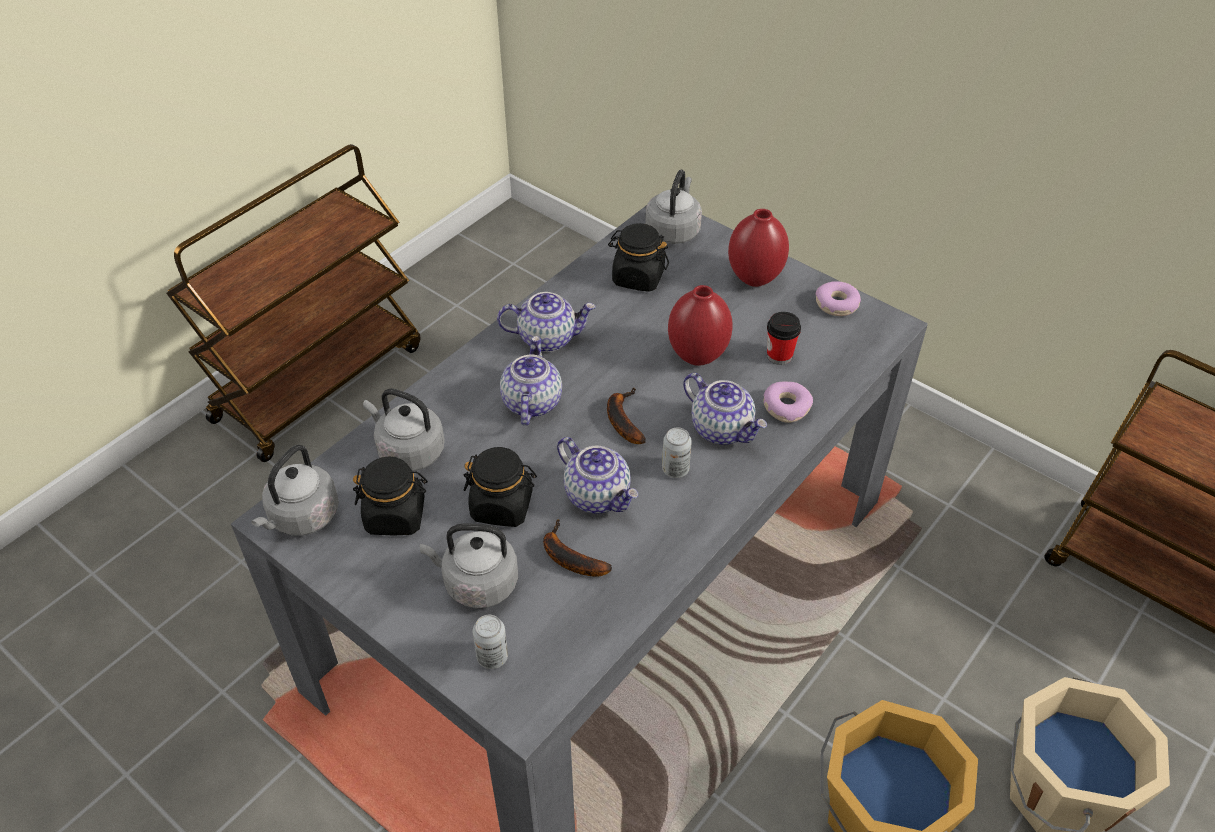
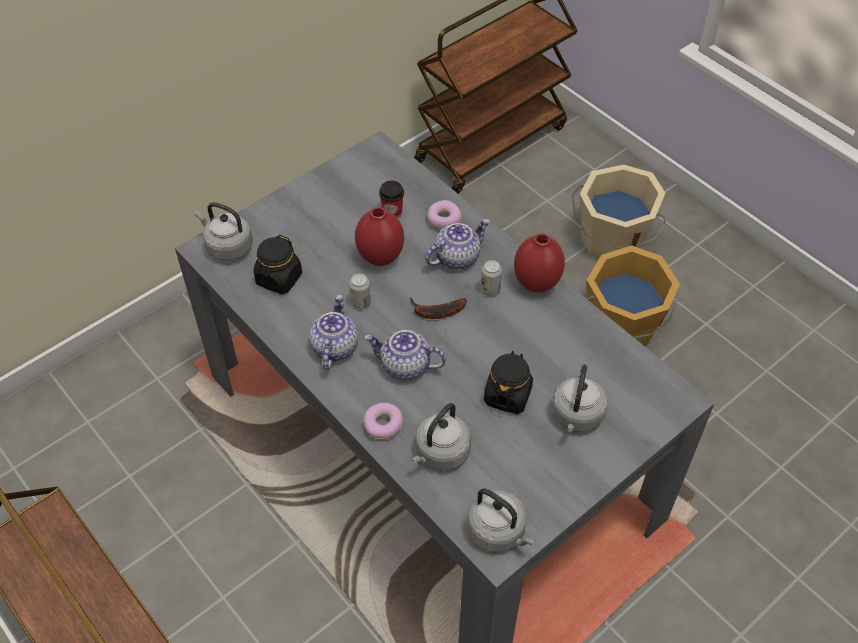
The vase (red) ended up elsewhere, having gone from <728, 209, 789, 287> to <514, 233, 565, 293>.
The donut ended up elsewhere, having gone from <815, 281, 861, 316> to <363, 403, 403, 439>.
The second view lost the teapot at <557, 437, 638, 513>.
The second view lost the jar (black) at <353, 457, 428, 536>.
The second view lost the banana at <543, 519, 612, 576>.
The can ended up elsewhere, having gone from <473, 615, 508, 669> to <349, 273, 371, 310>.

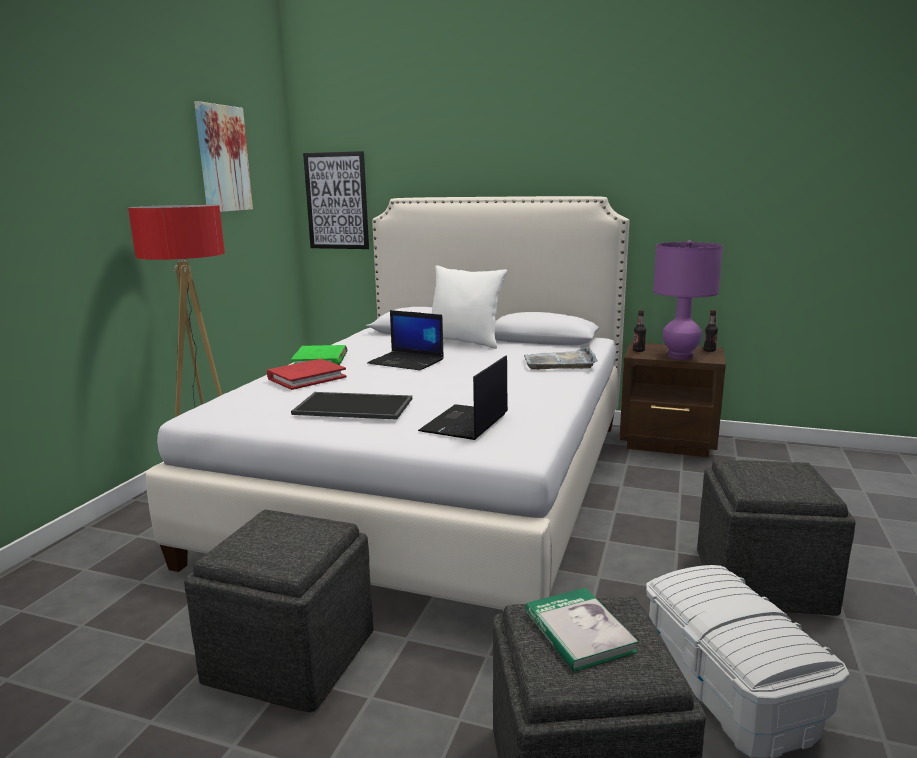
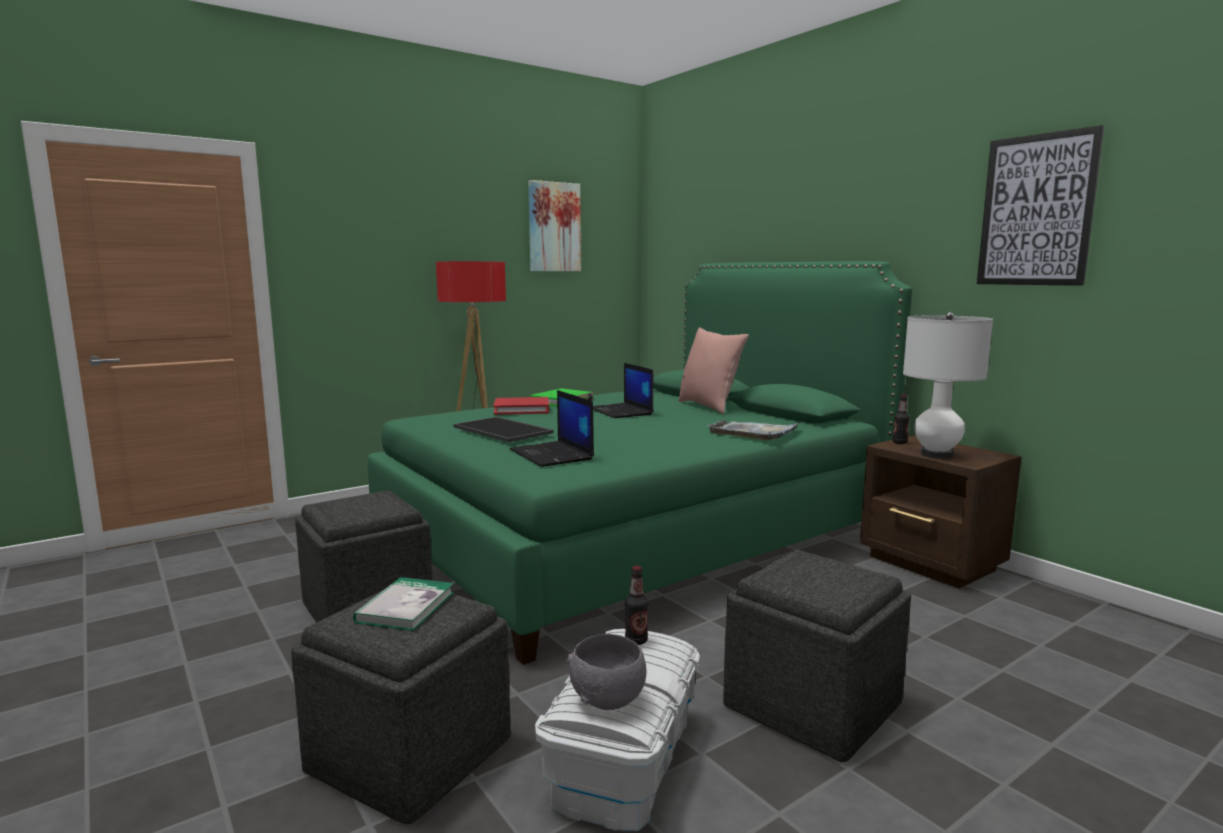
The picture ended up elsewhere, having gone from <303, 151, 369, 249> to <977, 125, 1105, 286>.
What was the bed (white) at <146, 196, 630, 610> turned into the bed (green) at <368, 261, 912, 665>.
What was the table lamp (purple) at <653, 240, 723, 360> turned into the table lamp (white) at <903, 312, 993, 459>.
What was the pillow (white) at <432, 265, 507, 349> turned into the pillow (pink) at <678, 327, 749, 414>.
The bottle ended up elsewhere, having gone from <704, 310, 718, 352> to <625, 566, 648, 645>.
The laptop at <418, 356, 508, 440> ended up facing another way, 90 degrees counterclockwise from before.
The second view gained the bowl (grey) at <567, 634, 646, 710>.

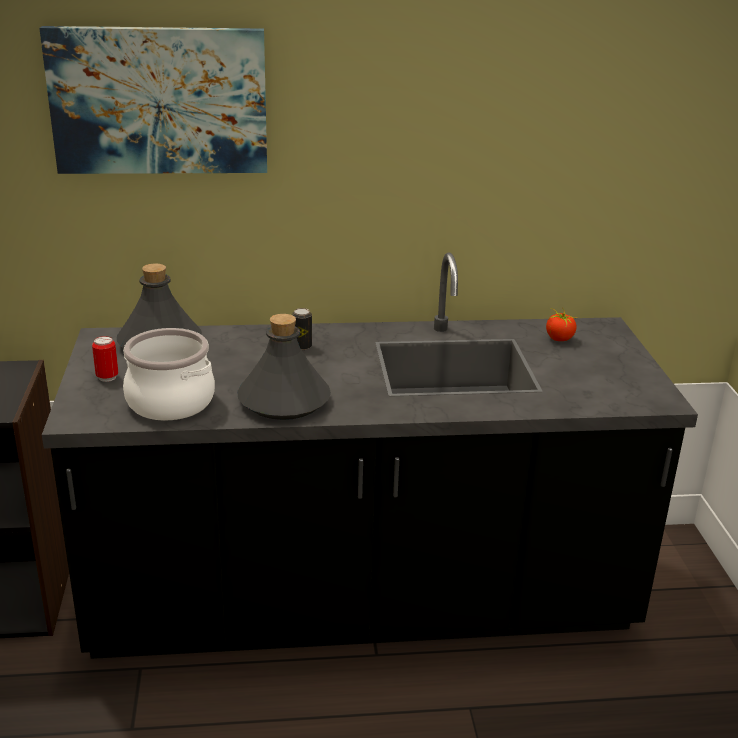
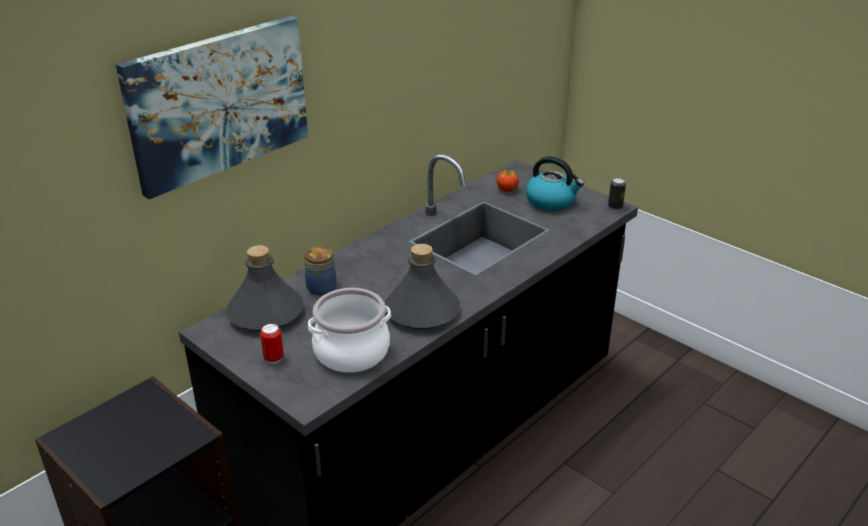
The can ended up elsewhere, having gone from <292, 308, 312, 350> to <608, 178, 626, 210>.
The second view gained the kettle at <526, 156, 584, 211>.
The second view gained the jar at <304, 246, 337, 295>.

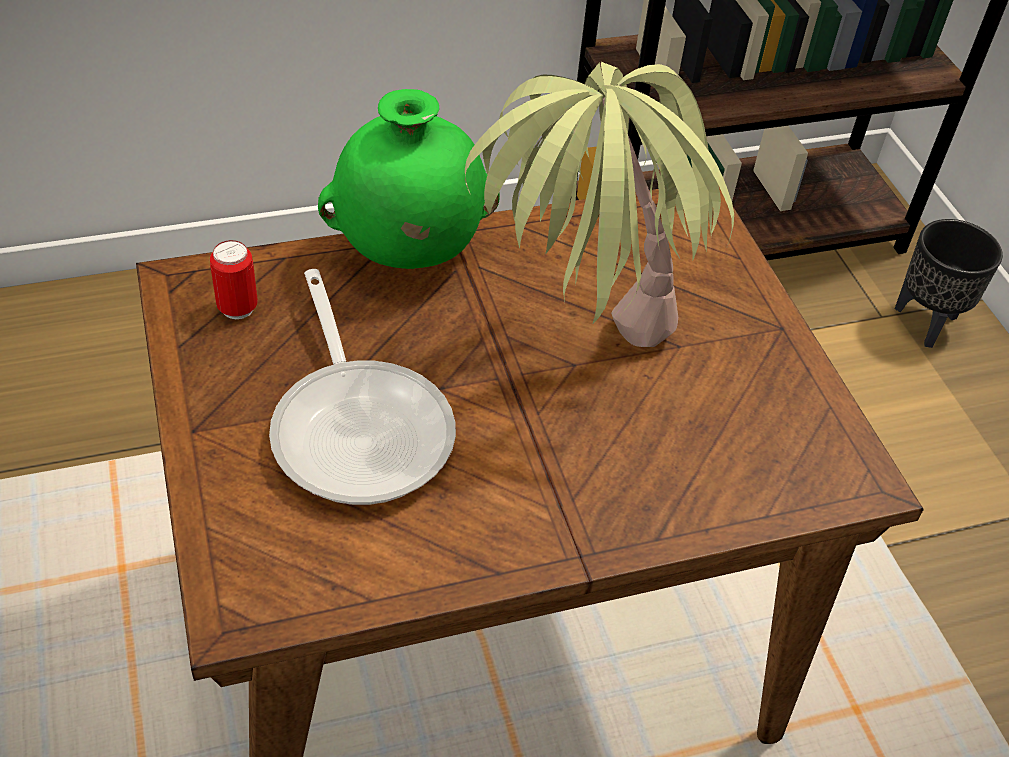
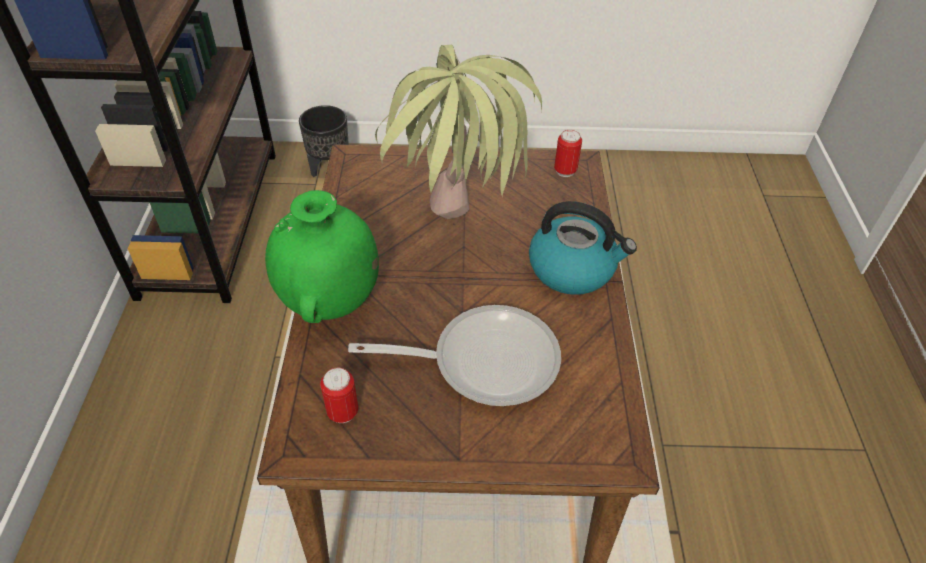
The second view gained the can at <554, 130, 582, 177>.
The second view gained the kettle at <529, 201, 637, 295>.

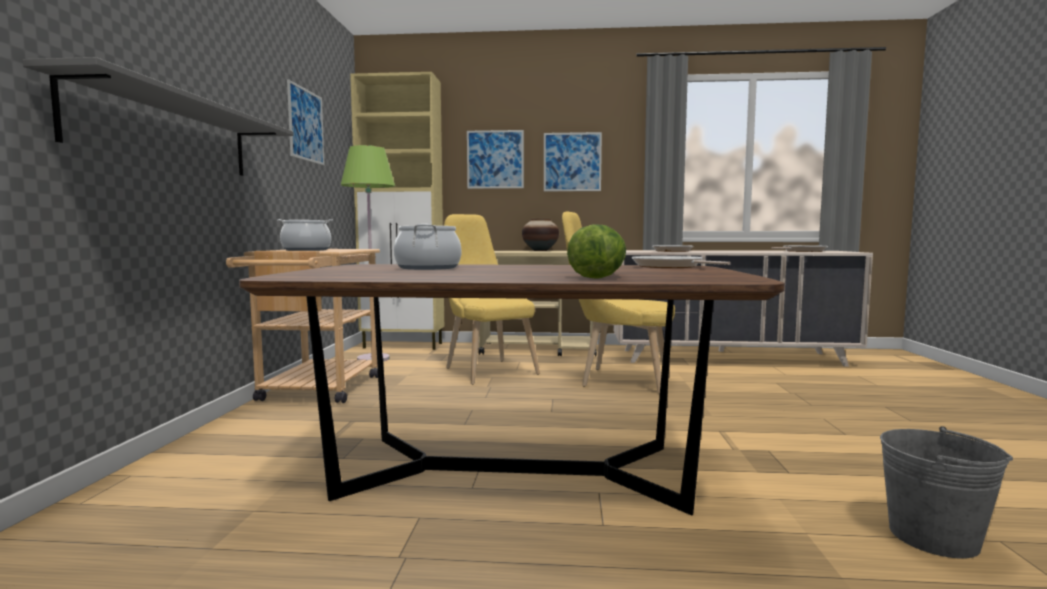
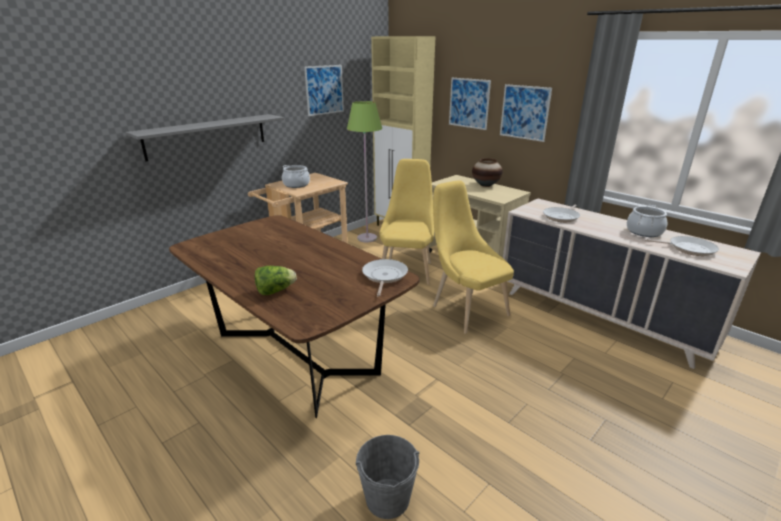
The cooking pot ended up elsewhere, having gone from <394, 224, 461, 270> to <627, 205, 667, 237>.

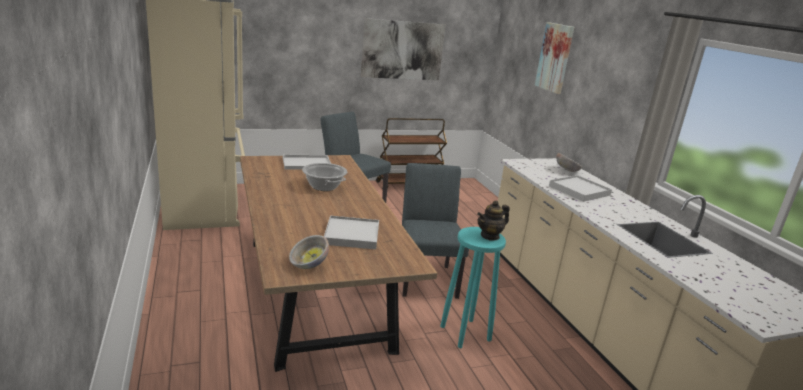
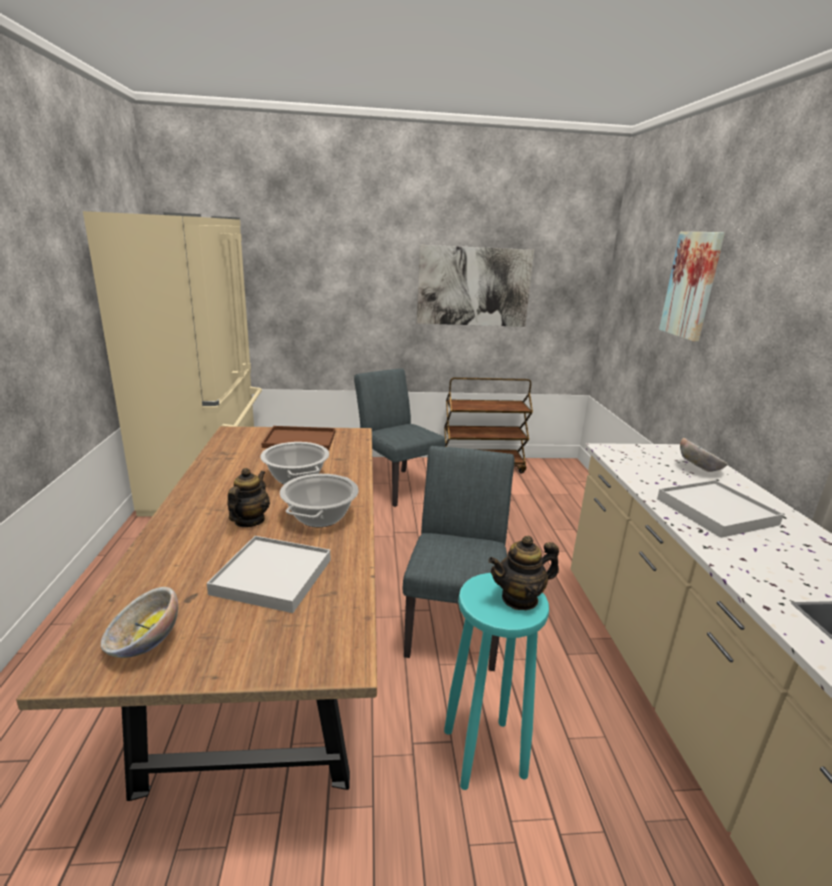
What was the tray (white) at <283, 155, 331, 170> turned into the tray (brown) at <261, 426, 335, 450>.
The second view gained the teapot at <227, 468, 270, 527>.
The second view gained the cooking pot at <280, 474, 359, 527>.

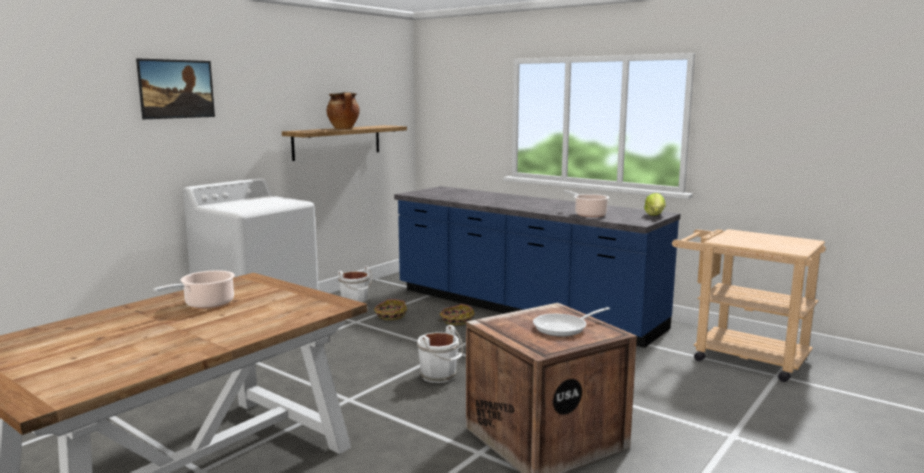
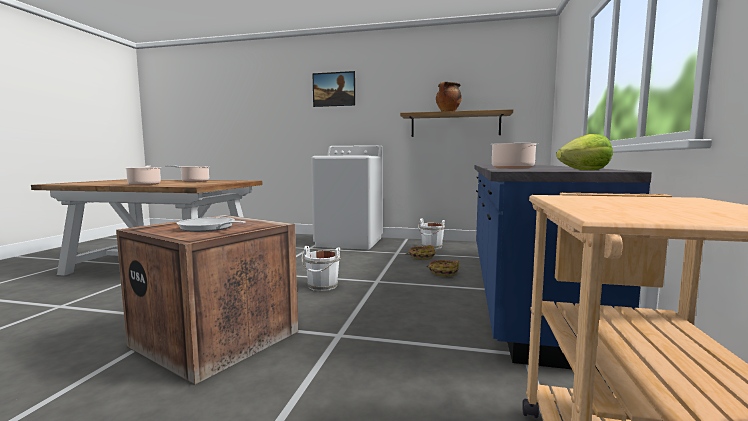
The second view gained the cooking pot at <126, 165, 162, 185>.

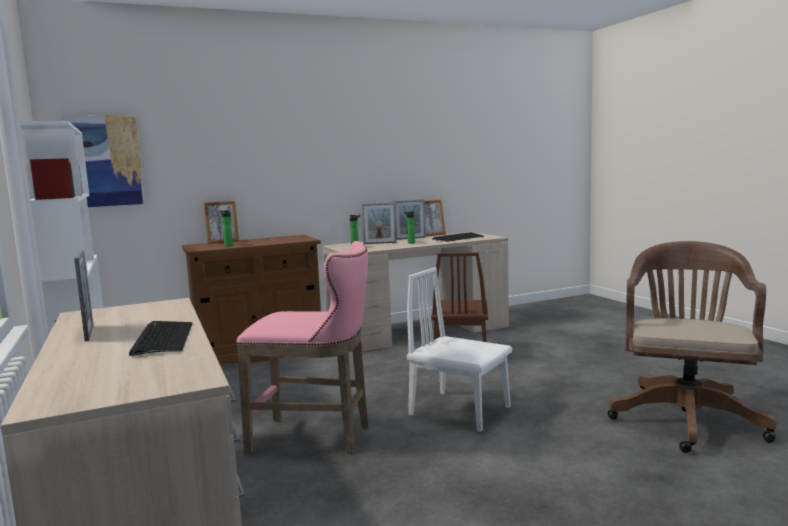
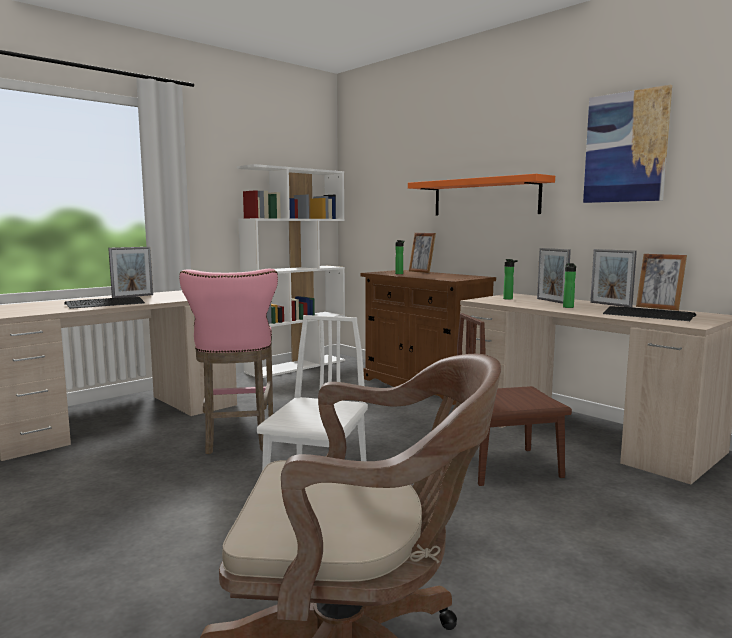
The picture ended up elsewhere, having gone from <61, 115, 145, 207> to <583, 85, 672, 203>.
The second view gained the shelf (orange) at <408, 174, 555, 216>.

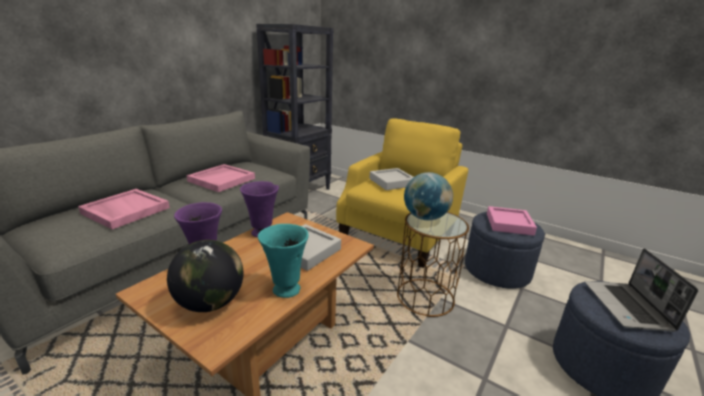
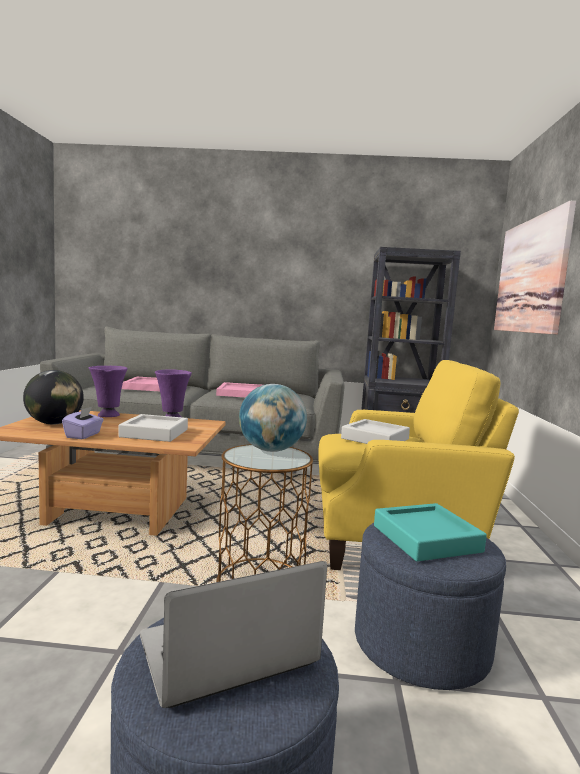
What was the tray (pink) at <487, 206, 537, 236> turned into the tray (turquoise) at <374, 503, 487, 561>.
Where the vase (turquoise) stood at <258, 224, 309, 298>, the tissue box (purple) came to stand at <62, 407, 104, 439>.
The second view gained the picture at <494, 201, 576, 335>.

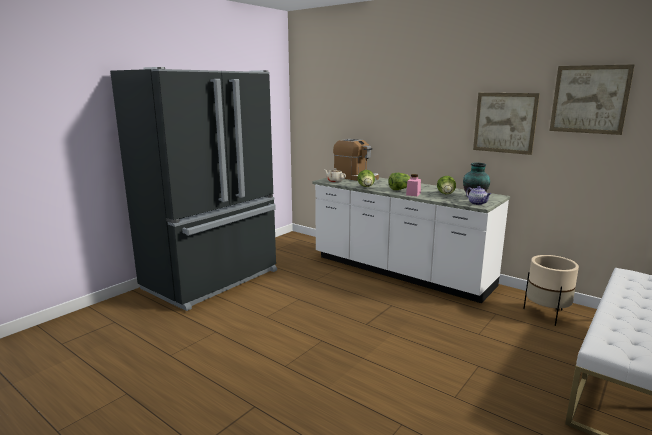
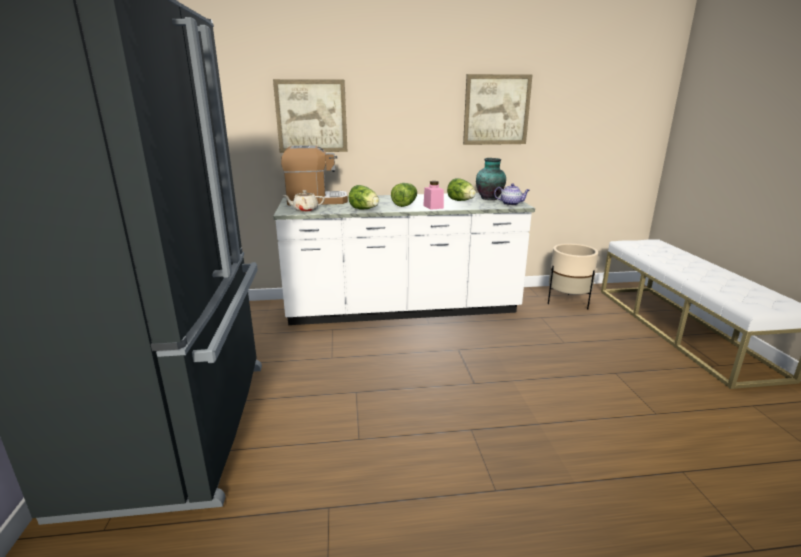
The picture ended up elsewhere, having gone from <549, 64, 635, 135> to <273, 79, 348, 153>.

